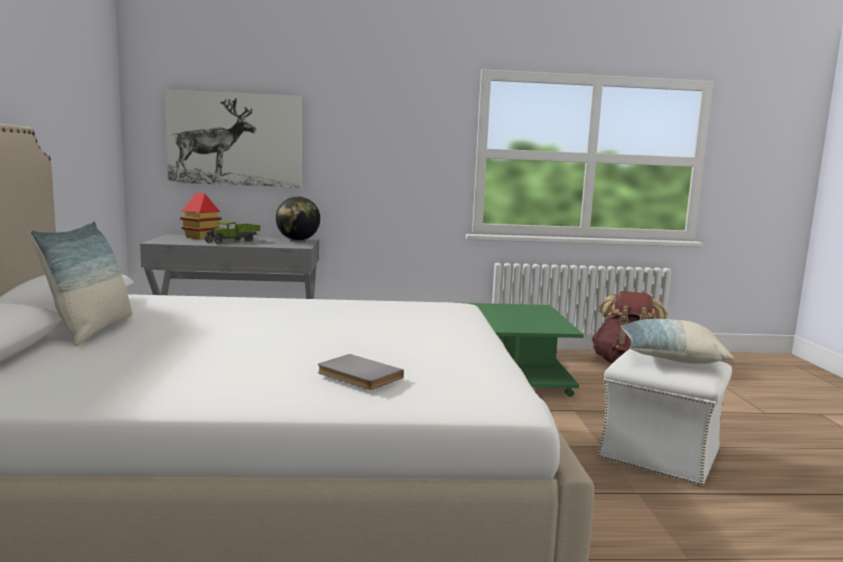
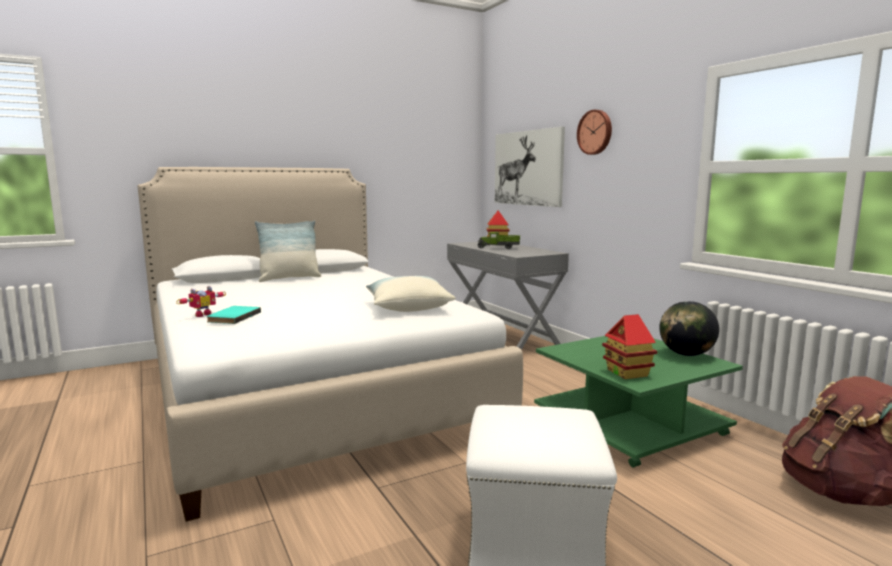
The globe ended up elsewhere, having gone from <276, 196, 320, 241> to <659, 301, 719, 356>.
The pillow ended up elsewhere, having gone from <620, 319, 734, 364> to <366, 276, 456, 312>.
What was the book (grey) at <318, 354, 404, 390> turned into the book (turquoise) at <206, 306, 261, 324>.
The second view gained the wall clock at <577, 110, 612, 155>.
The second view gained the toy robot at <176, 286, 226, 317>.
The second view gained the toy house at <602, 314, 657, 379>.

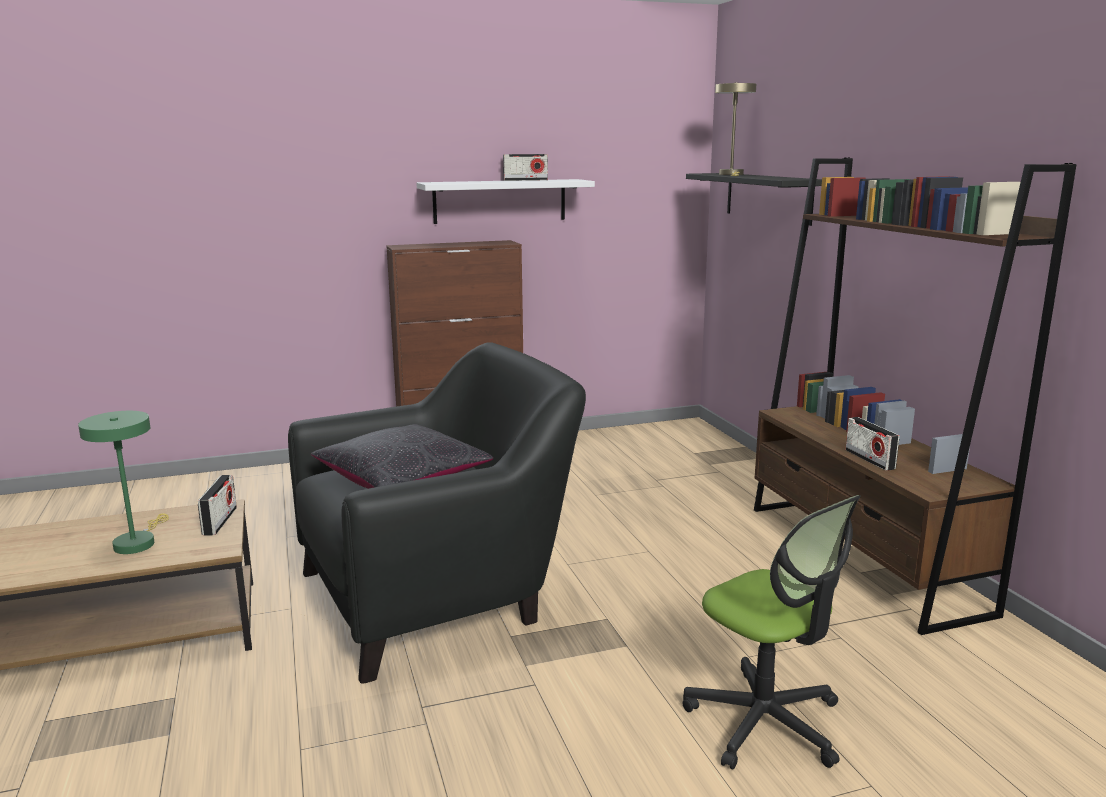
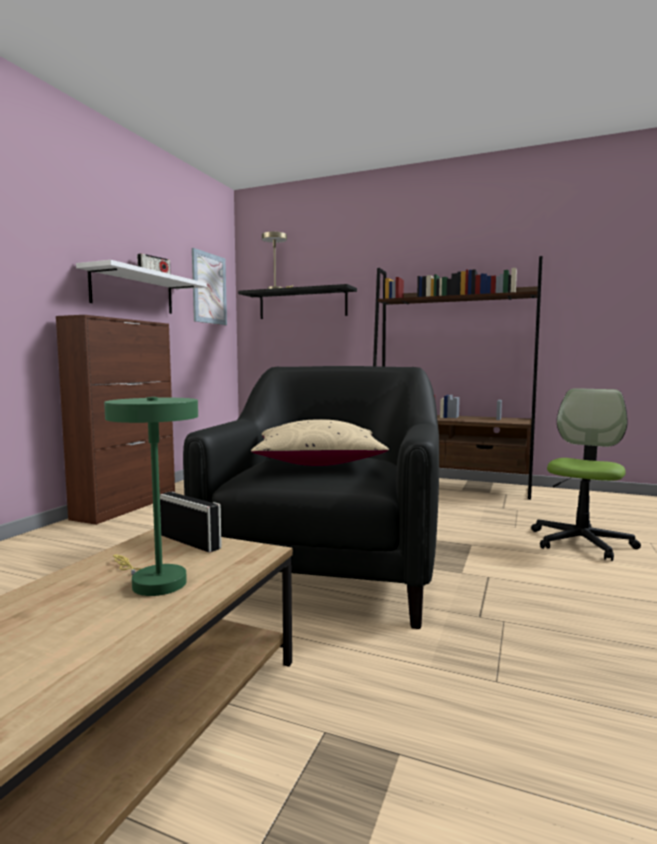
The second view lost the radio at <846, 417, 899, 471>.
What was the pillow (black) at <311, 424, 493, 489> turned into the pillow (beige) at <251, 419, 389, 466>.
The office chair at <683, 495, 860, 770> ended up facing another way, 60 degrees counterclockwise from before.
The second view gained the picture at <192, 248, 227, 325>.

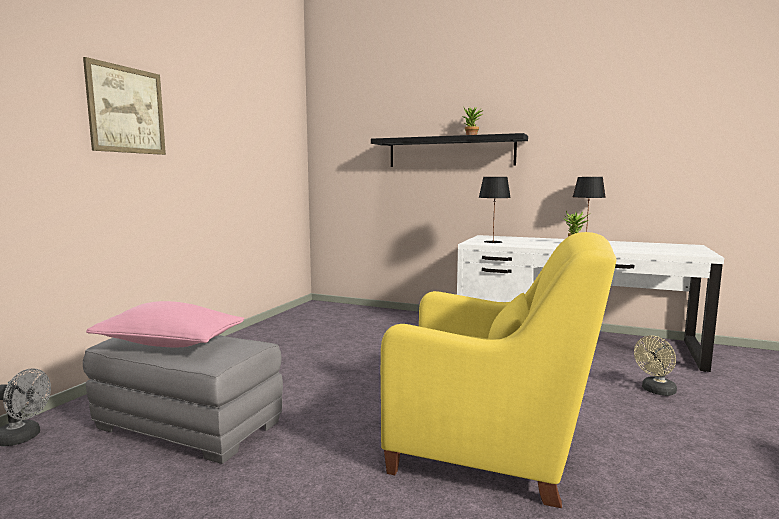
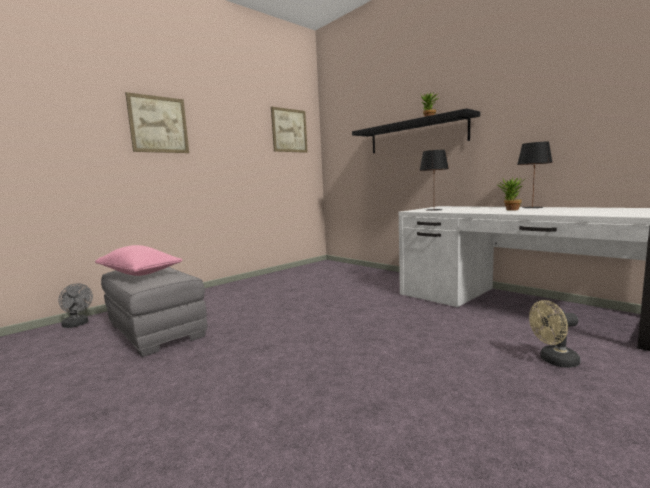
The second view lost the armchair (yellow) at <381, 232, 616, 508>.
The second view gained the picture at <271, 107, 308, 153>.

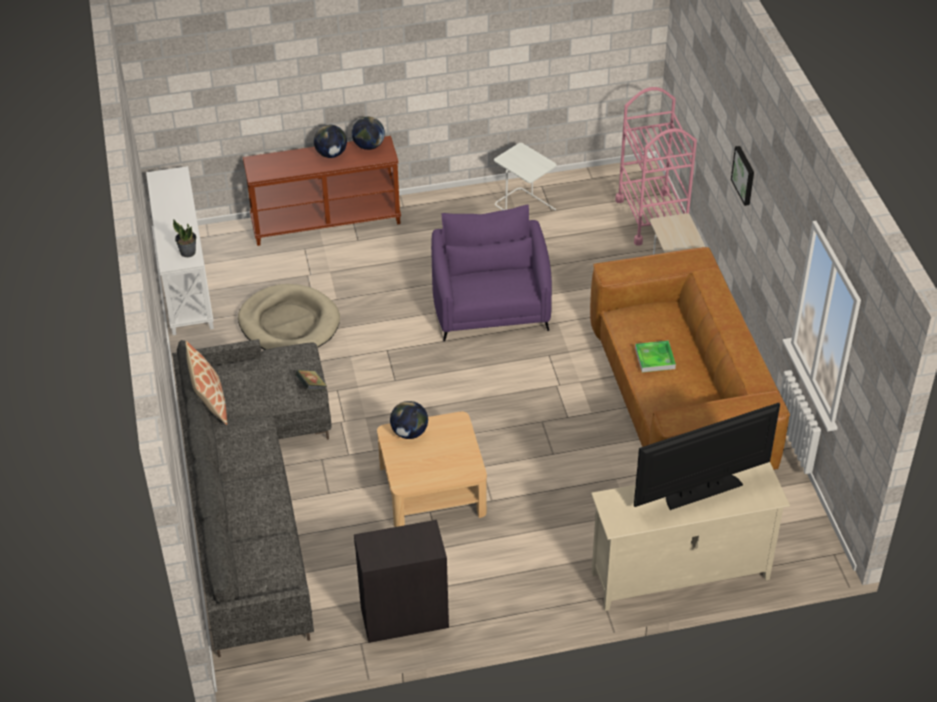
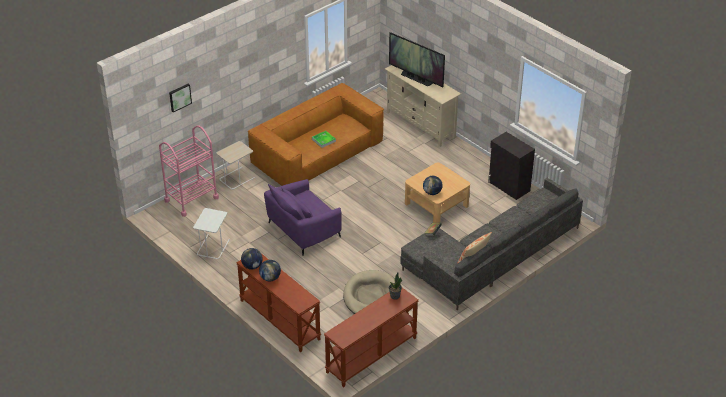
The picture ended up elsewhere, having gone from <731, 146, 754, 206> to <169, 84, 192, 112>.
What was the console table (white) at <146, 166, 214, 335> turned into the console table (brown) at <324, 288, 419, 388>.

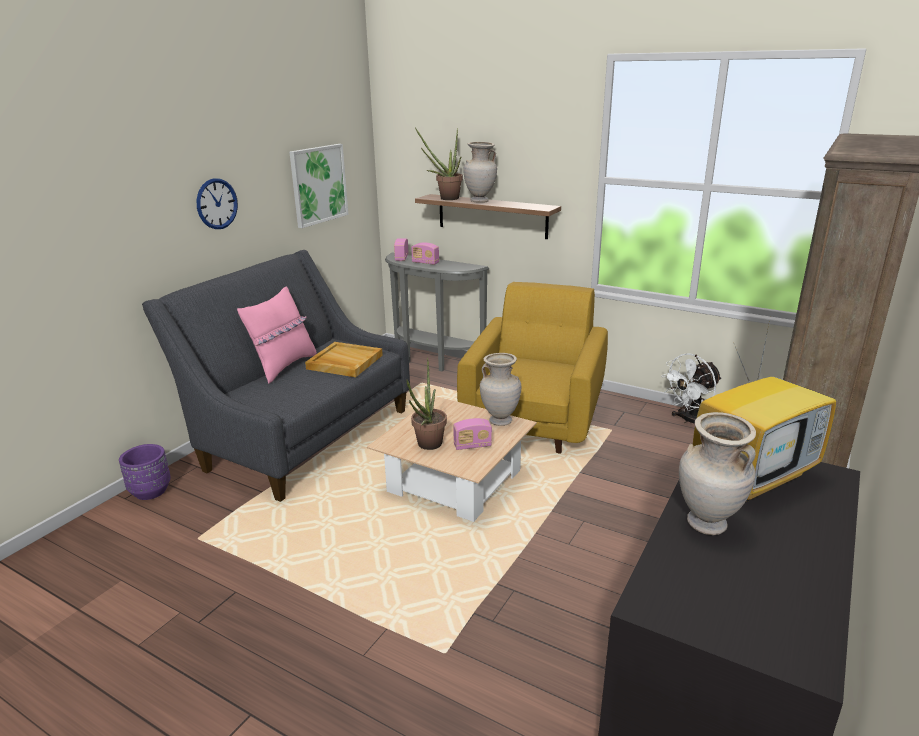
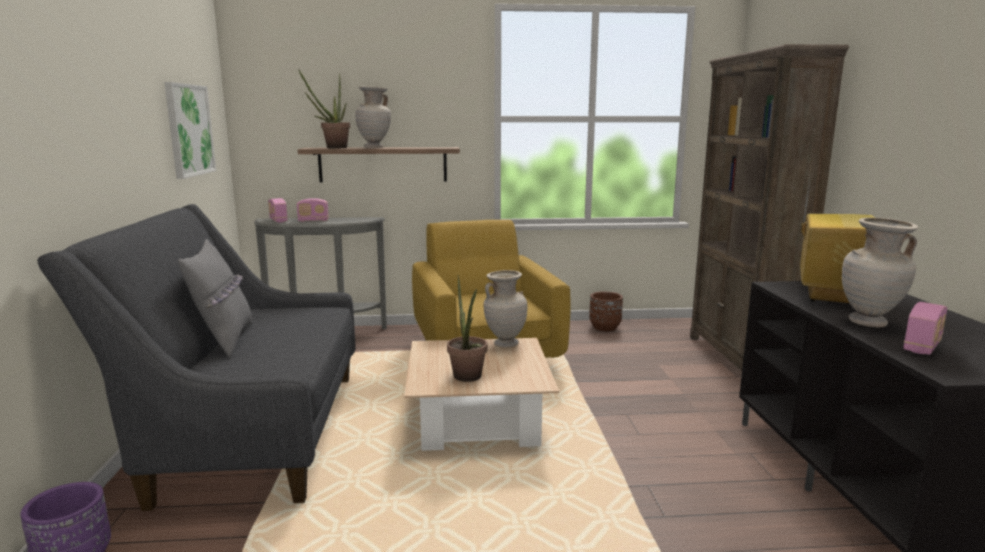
The second view lost the wall clock at <196, 178, 238, 229>.
What was the pillow (pink) at <237, 286, 317, 384> turned into the pillow (grey) at <178, 239, 253, 358>.
The second view lost the tray (beige) at <305, 342, 383, 377>.
Where the fan (white) stood at <661, 353, 722, 424>, the planter (brown) came to stand at <589, 292, 623, 331>.
The radio ended up elsewhere, having gone from <453, 418, 492, 450> to <903, 302, 947, 355>.

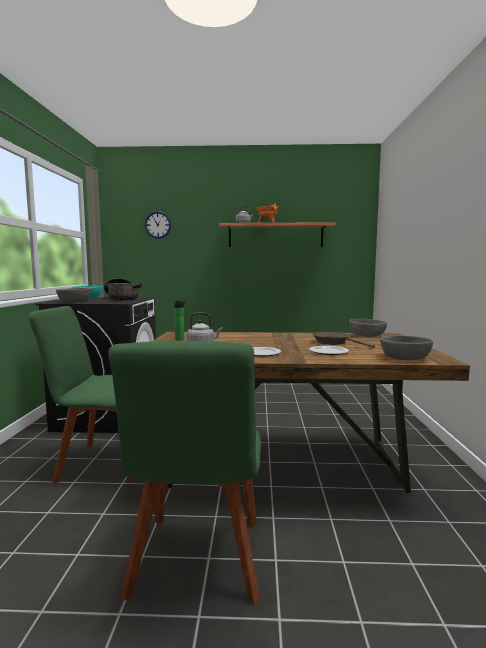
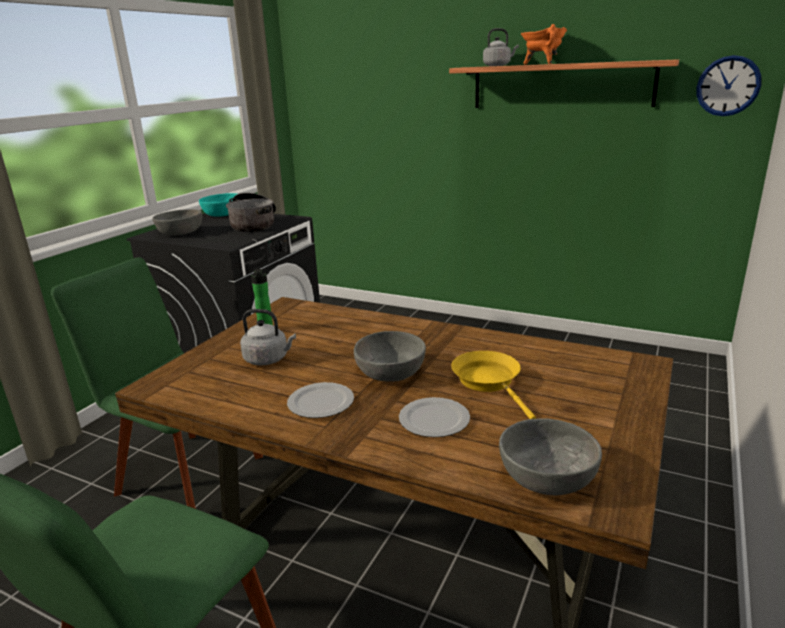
The wall clock ended up elsewhere, having gone from <145, 211, 171, 239> to <697, 55, 762, 116>.
The bowl (grey) ended up elsewhere, having gone from <349, 319, 387, 337> to <354, 331, 426, 382>.
What was the frying pan (brown) at <312, 332, 375, 348> turned into the frying pan (yellow) at <451, 351, 536, 419>.

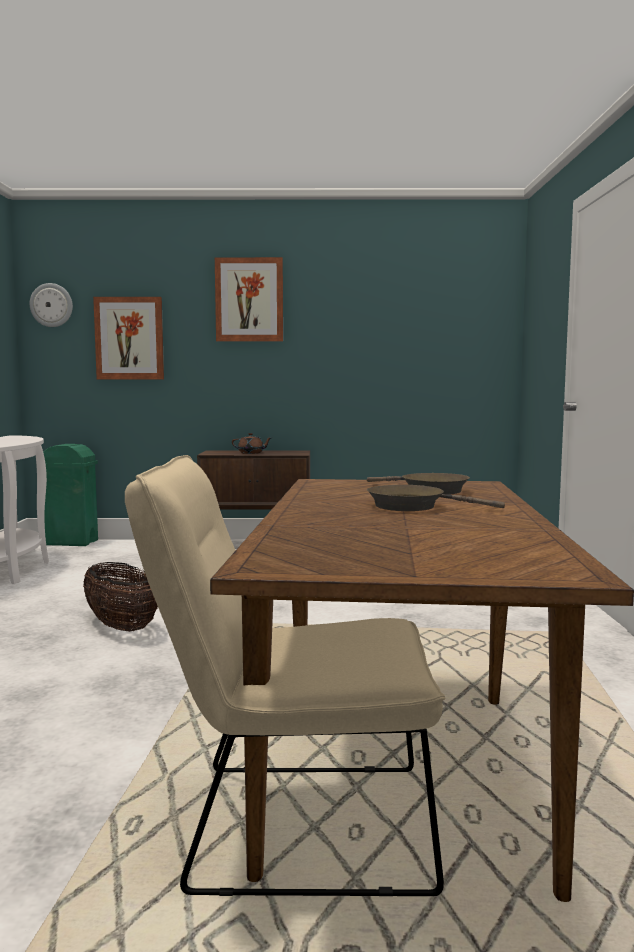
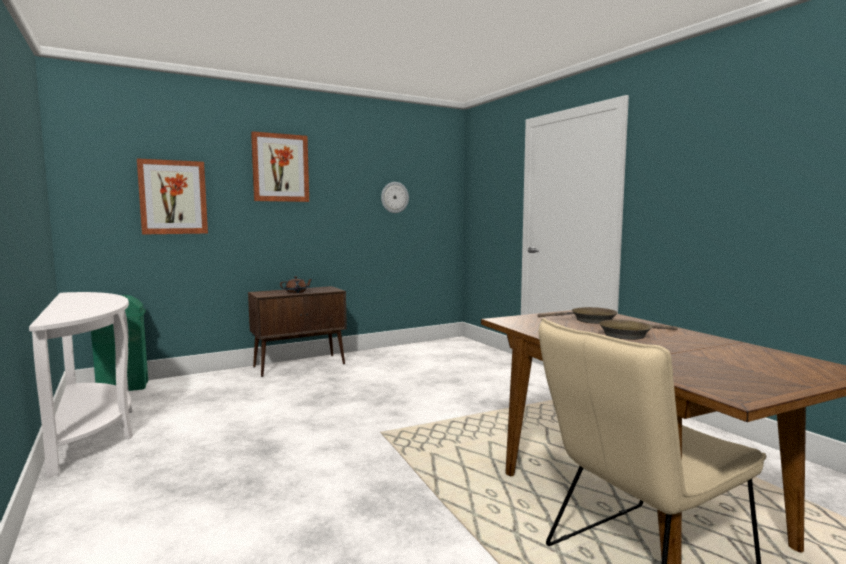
The wall clock ended up elsewhere, having gone from <30, 283, 73, 327> to <381, 182, 409, 213>.
The second view lost the basket at <83, 562, 158, 632>.

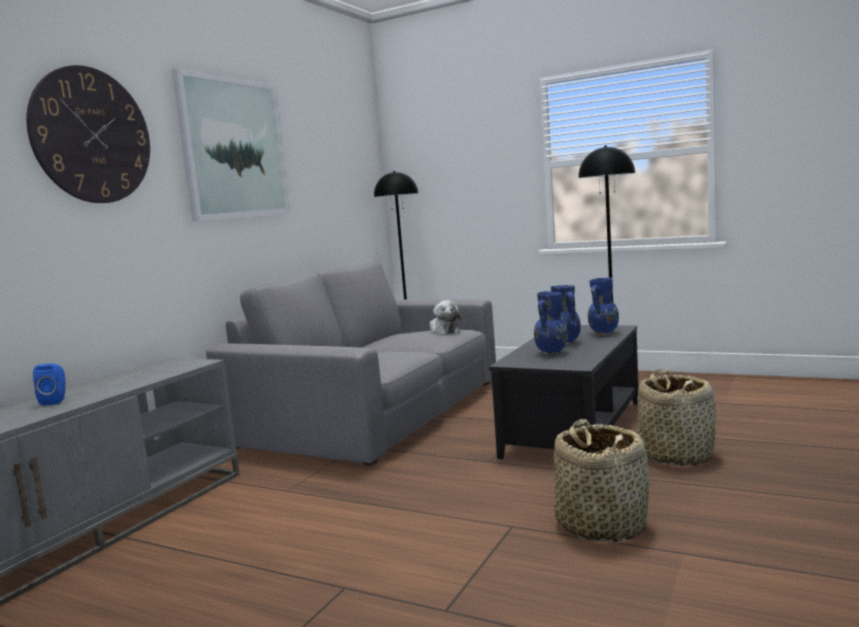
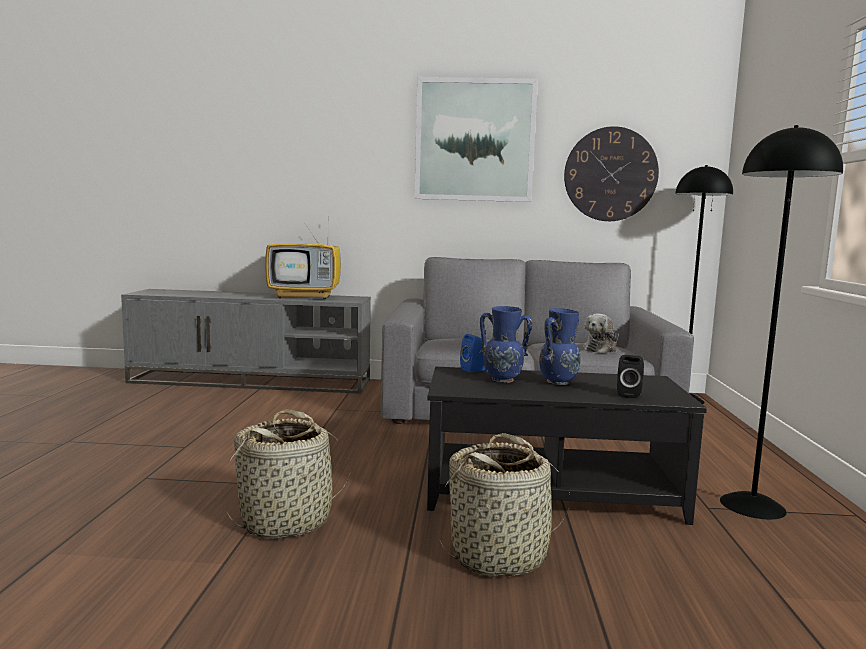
The wall clock ended up elsewhere, having gone from <26, 65, 150, 203> to <564, 126, 659, 221>.
Where the vase (blue) stood at <588, 278, 619, 335>, the speaker (black) came to stand at <617, 355, 644, 398>.
The speaker (blue) ended up elsewhere, having gone from <33, 363, 66, 406> to <460, 334, 488, 372>.
The second view gained the television at <265, 218, 341, 300>.

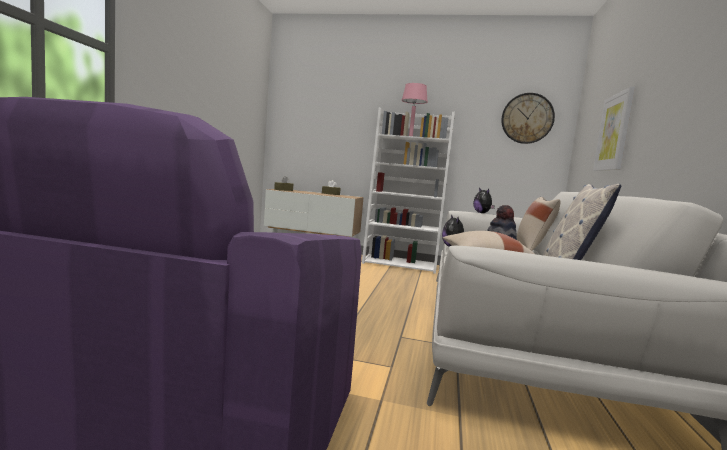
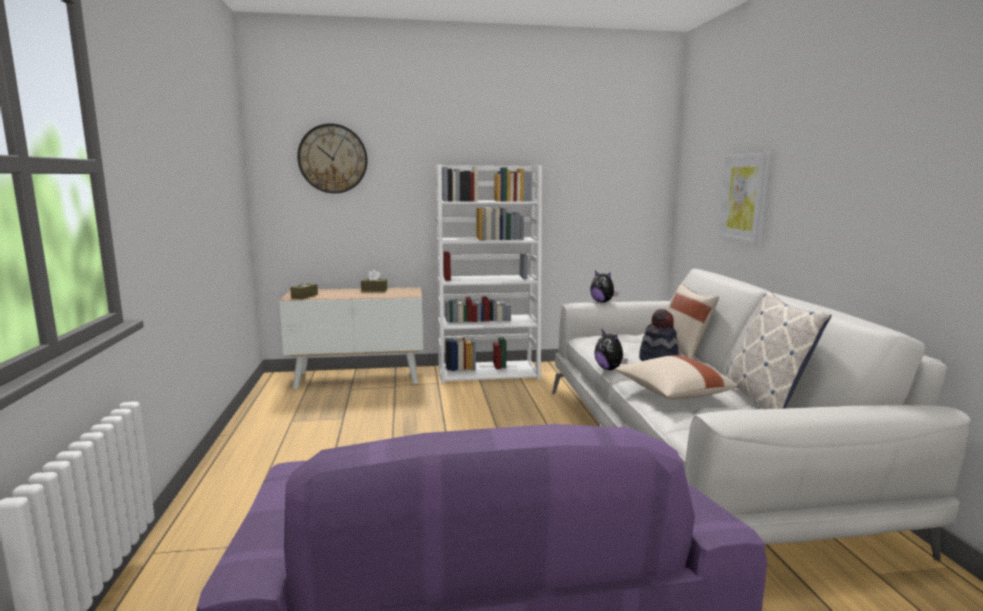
The second view lost the table lamp (pink) at <401, 83, 428, 136>.
The wall clock ended up elsewhere, having gone from <501, 93, 555, 144> to <297, 123, 368, 194>.

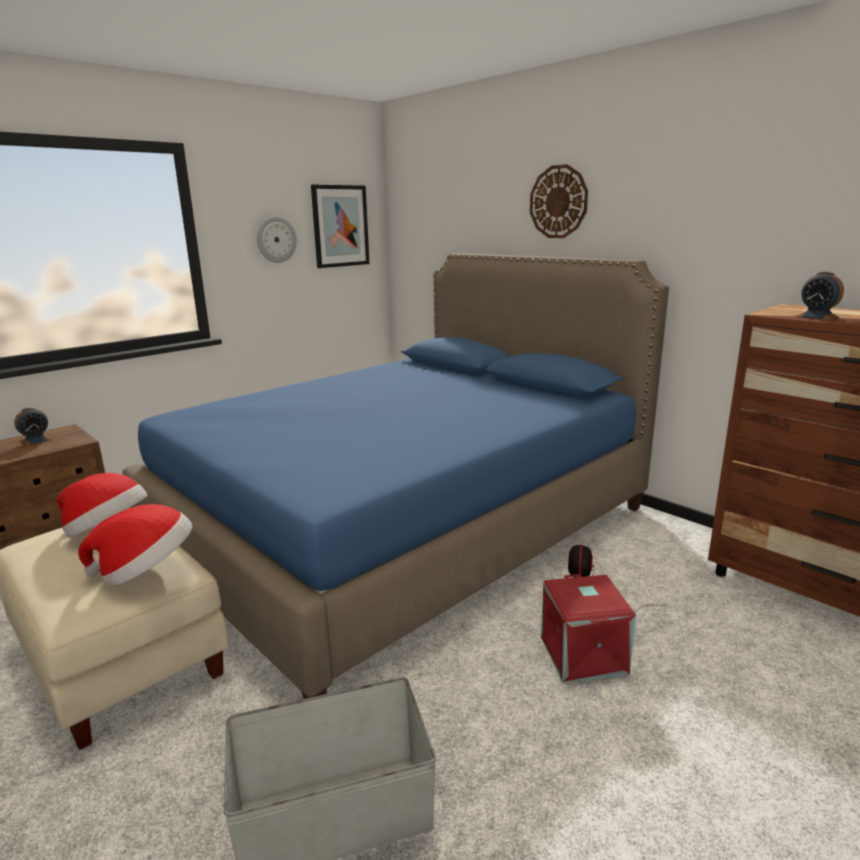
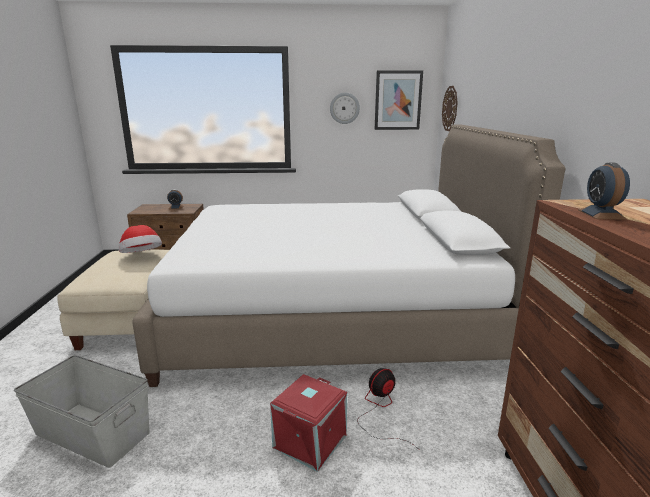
The wall clock ended up elsewhere, having gone from <530, 164, 588, 238> to <442, 86, 458, 131>.
What was the bed (blue) at <122, 253, 669, 699> turned into the bed (white) at <132, 124, 565, 387>.
The second view lost the hat at <78, 504, 193, 586>.

